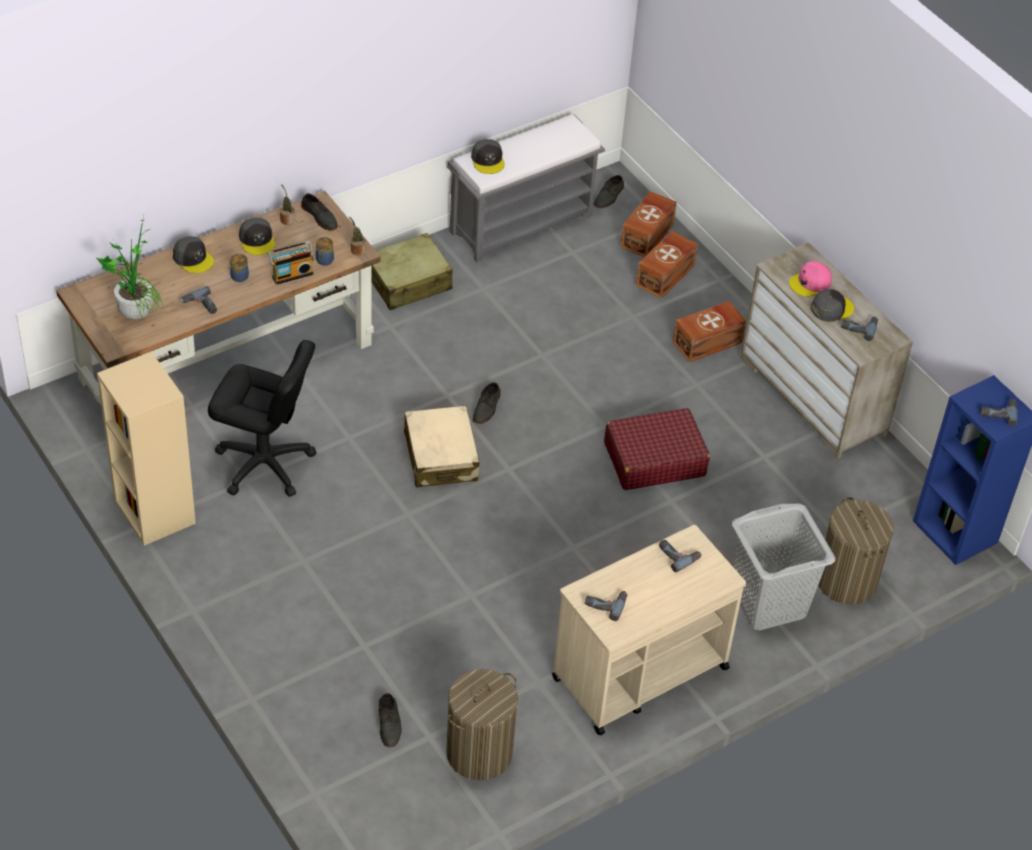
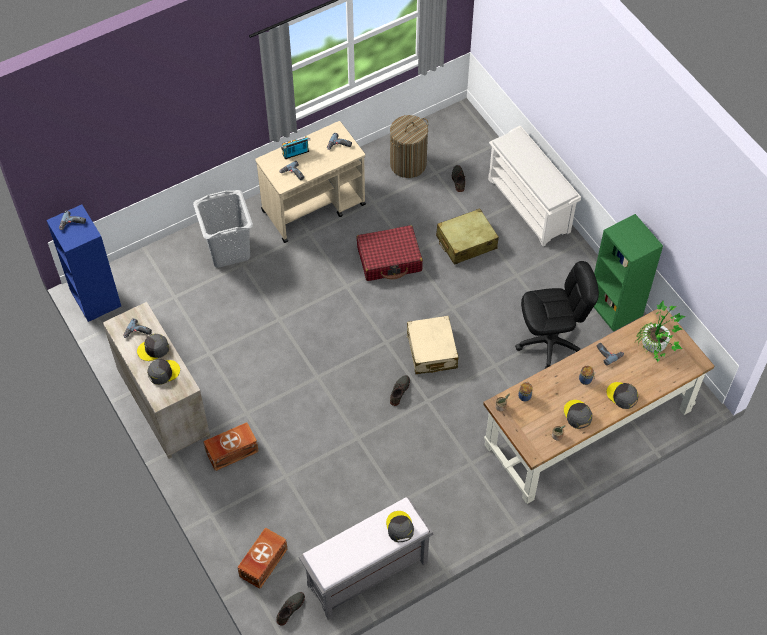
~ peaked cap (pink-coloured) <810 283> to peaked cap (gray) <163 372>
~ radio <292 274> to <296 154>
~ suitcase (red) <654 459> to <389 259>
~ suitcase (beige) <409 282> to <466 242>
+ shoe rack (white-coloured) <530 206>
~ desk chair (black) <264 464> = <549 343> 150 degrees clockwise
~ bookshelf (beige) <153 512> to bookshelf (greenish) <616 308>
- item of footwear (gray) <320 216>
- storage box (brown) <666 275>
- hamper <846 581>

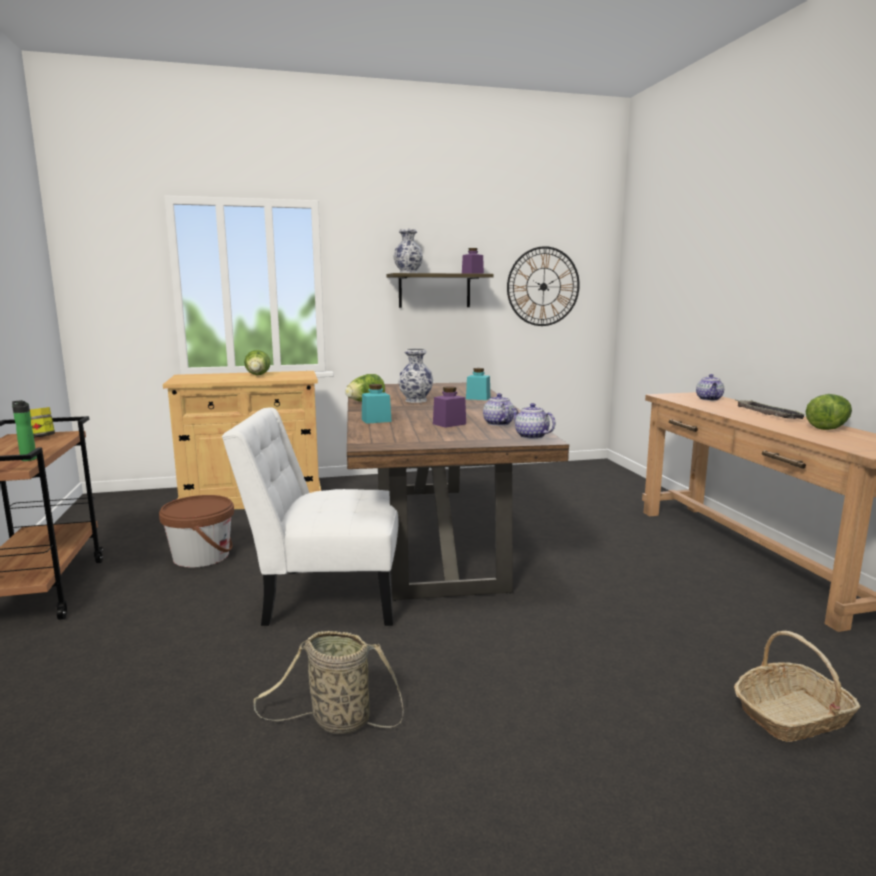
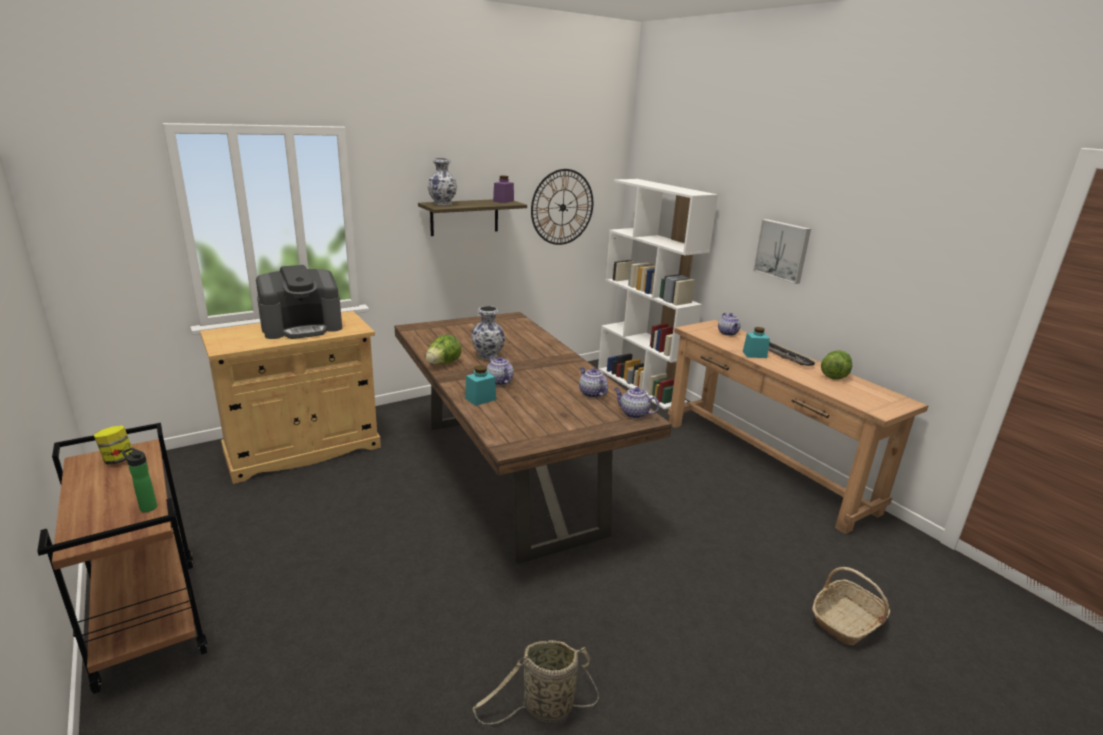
~ head of lettuce <258 375> to coffee brewer <302 327>
+ tea pot <499 381>
+ bookshelf (white-coloured) <641 385>
~ preserve jar (turquoise-coloured) <478 398> to <754 354>
+ wall picture <782 250>
- pail (brown) <201 556>
- upright chair (white-coloured) <326 596>
- preserve jar (purplish) <449 424>

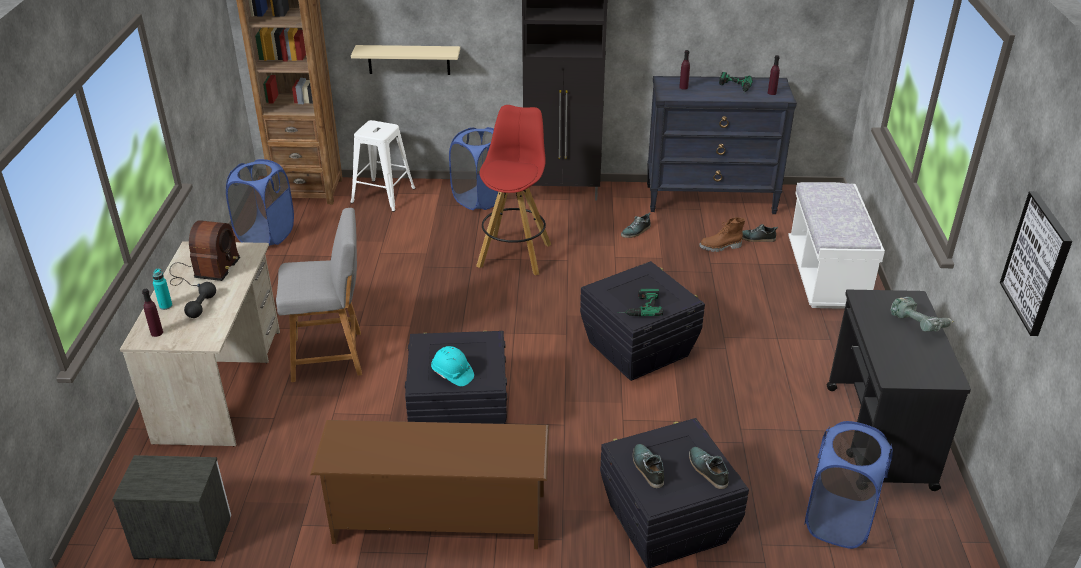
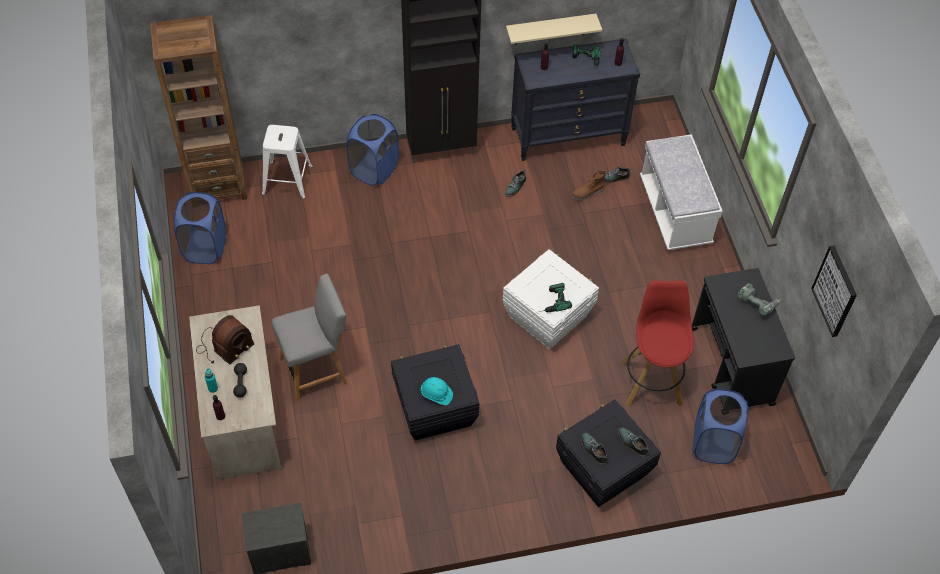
~ radio <204 271> = <224 347> 45 degrees clockwise
~ storage box (black) <638 348> to storage box (white-coloured) <547 315>
~ shelf (beige) <408 59> to <550 29>
~ sitting stool (red) <514 255> to <651 381>
- shoe rack (brown) <438 519>

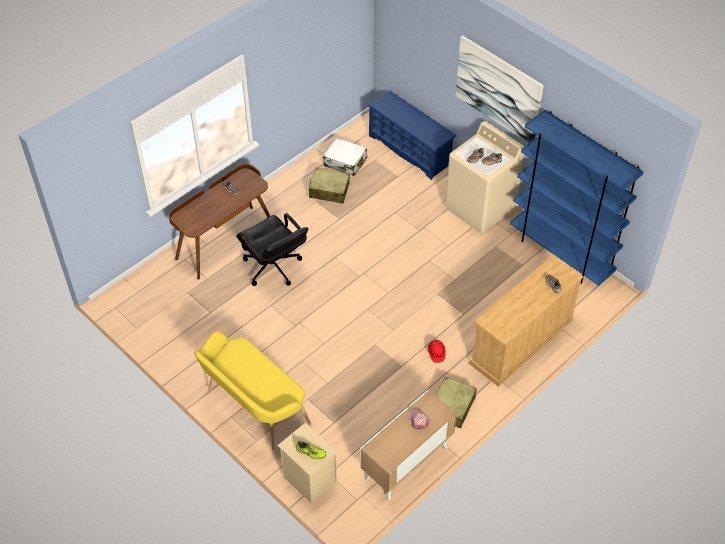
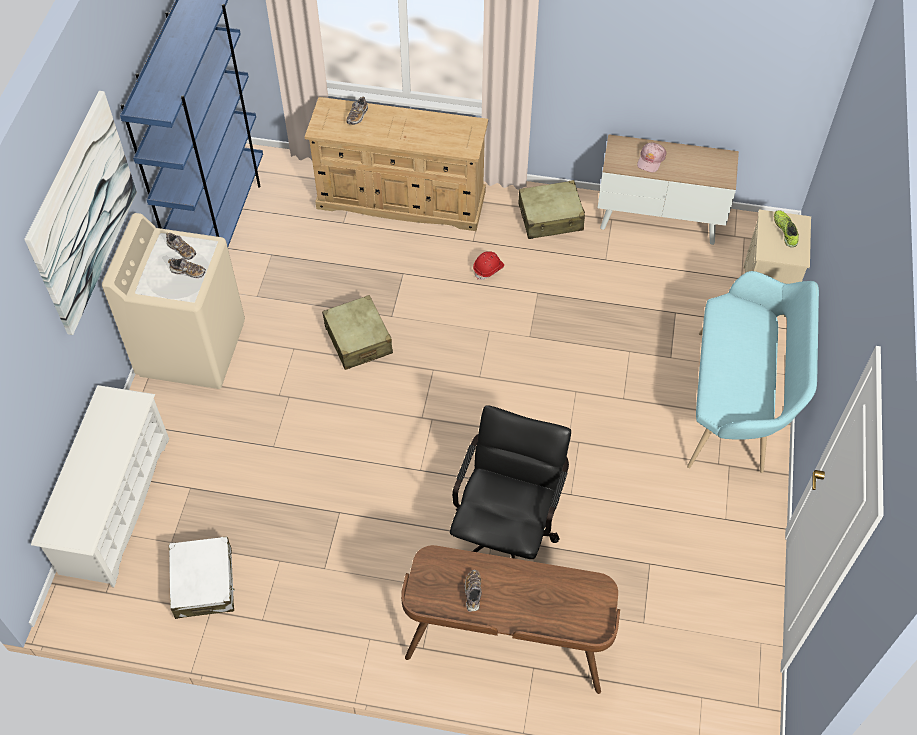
~ shoe rack (blue-coloured) <410 150> to shoe rack (white-coloured) <115 505>
~ suitcase (beige) <329 190> to <358 340>
~ bench (yellow) <253 408> to bench (turquoise-coloured) <737 404>

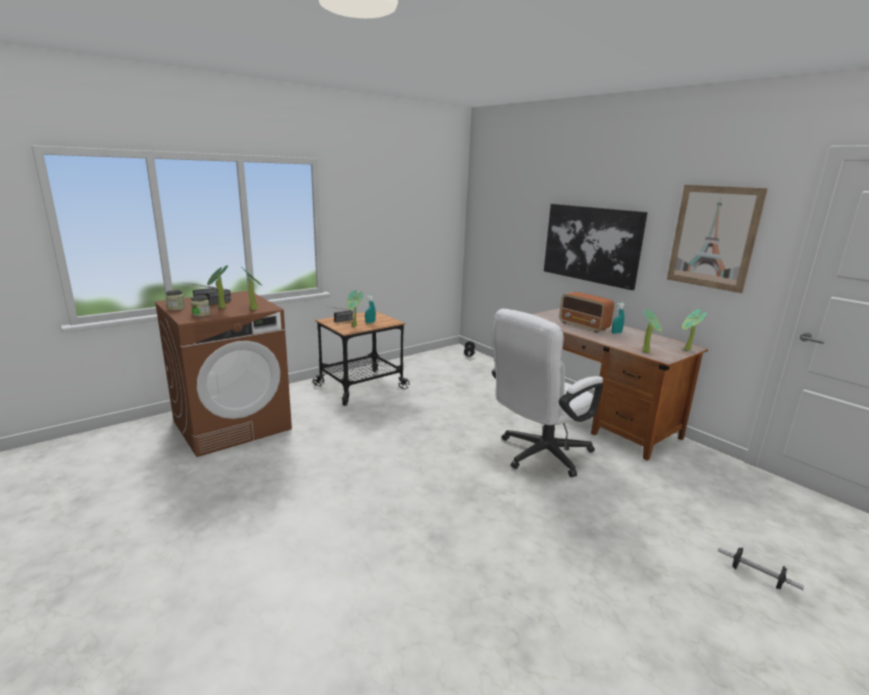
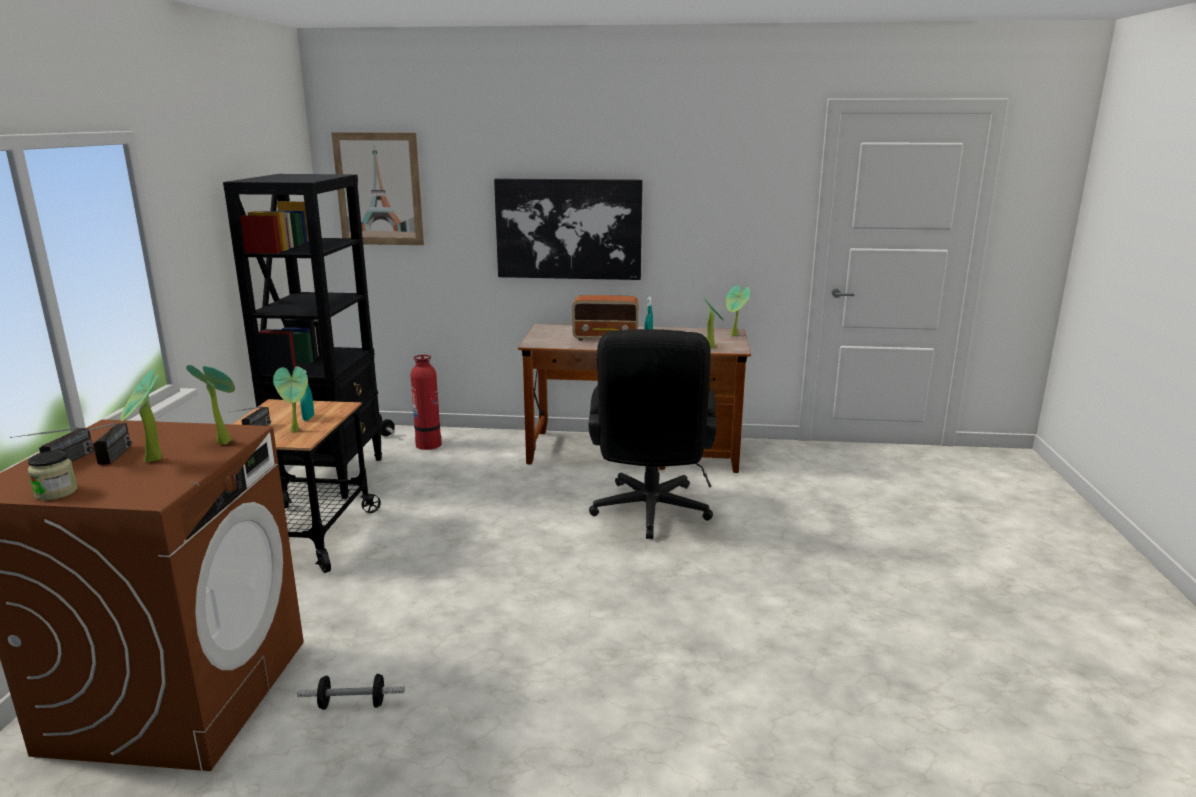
+ bookshelf (black) <330 476>
~ dumbbell <756 576> to <352 704>
~ wall picture <713 237> to <379 189>
+ extinguisher <429 444>
~ desk chair (white-coloured) <538 455> to desk chair (black) <650 514>
- preserve jar <201 314>

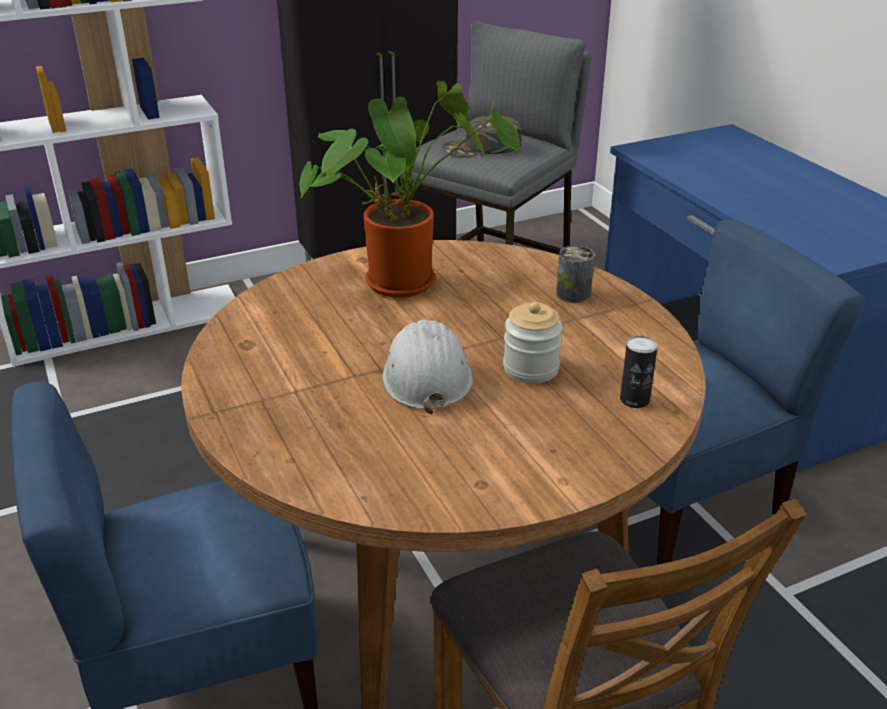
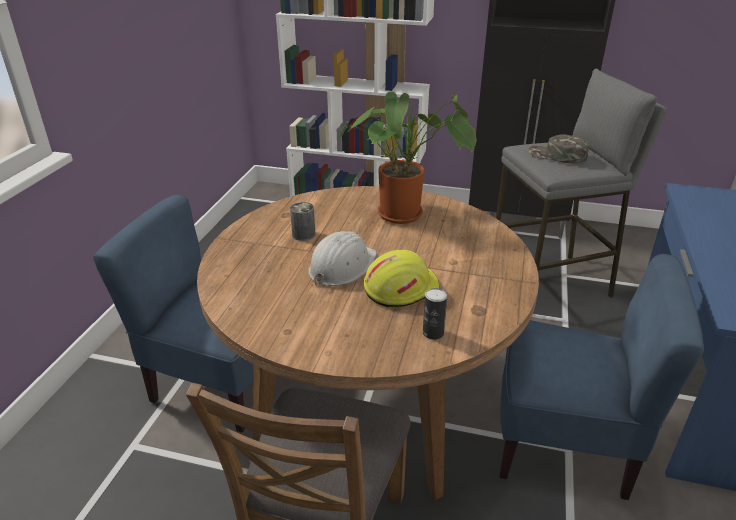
~ sealed can <573 294> to <303 234>
~ preserve jar <530 369> to work helmet (yellow) <400 288>

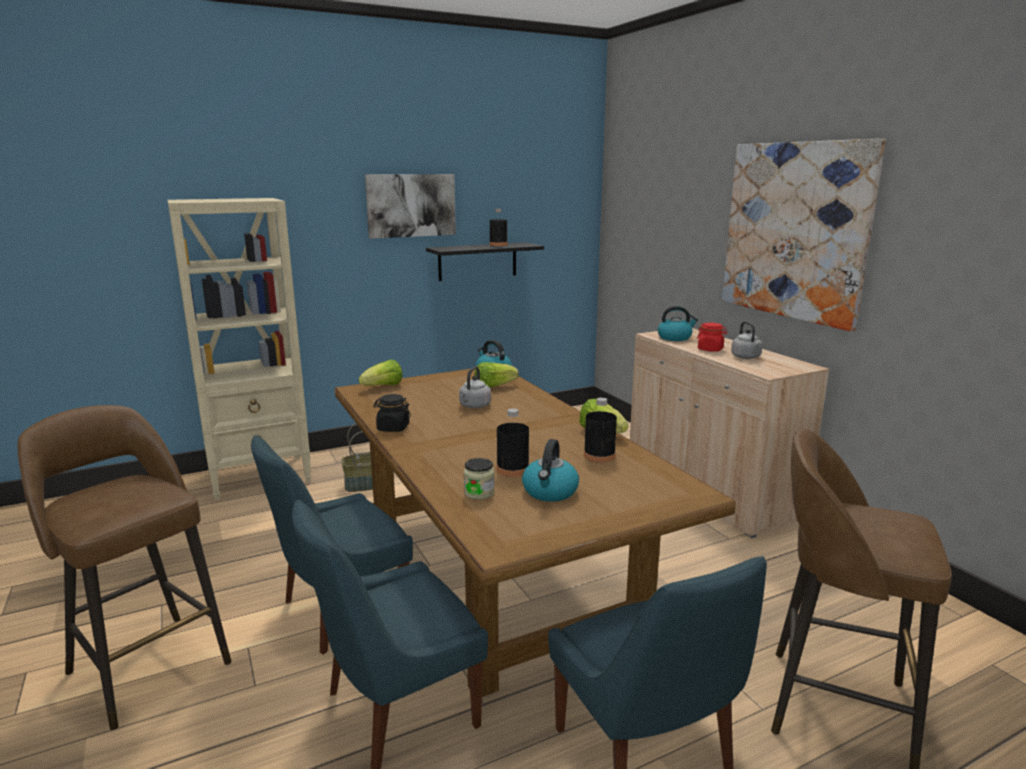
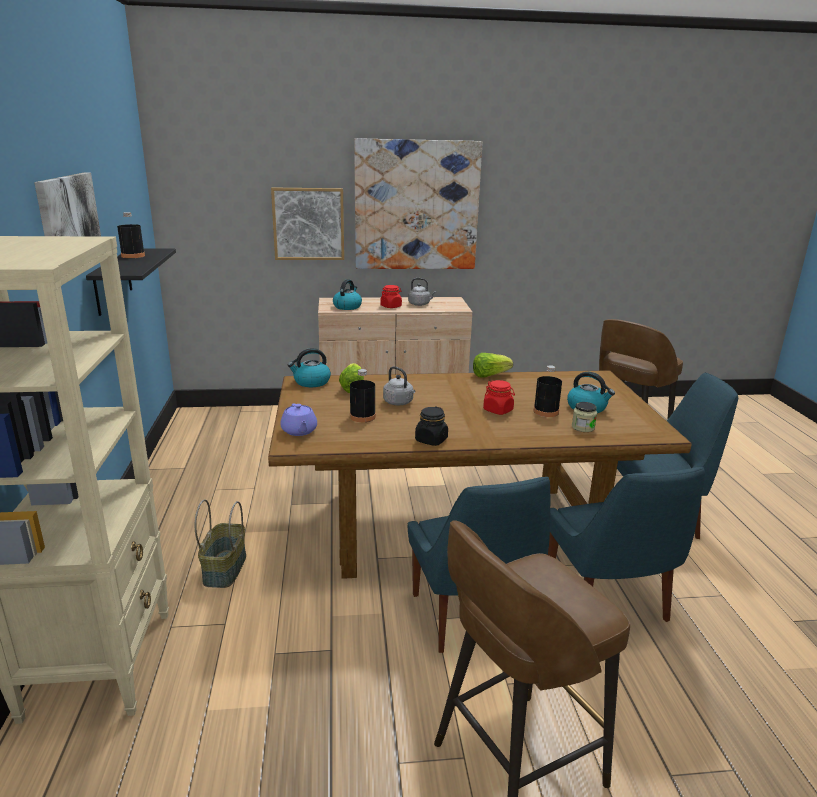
+ wall picture <308 224>
~ head of lettuce <383 387> to tea pot (purplish) <299 431>
~ drink bottle (black) <599 456> to <362 416>
+ preserve jar (red) <498 410>

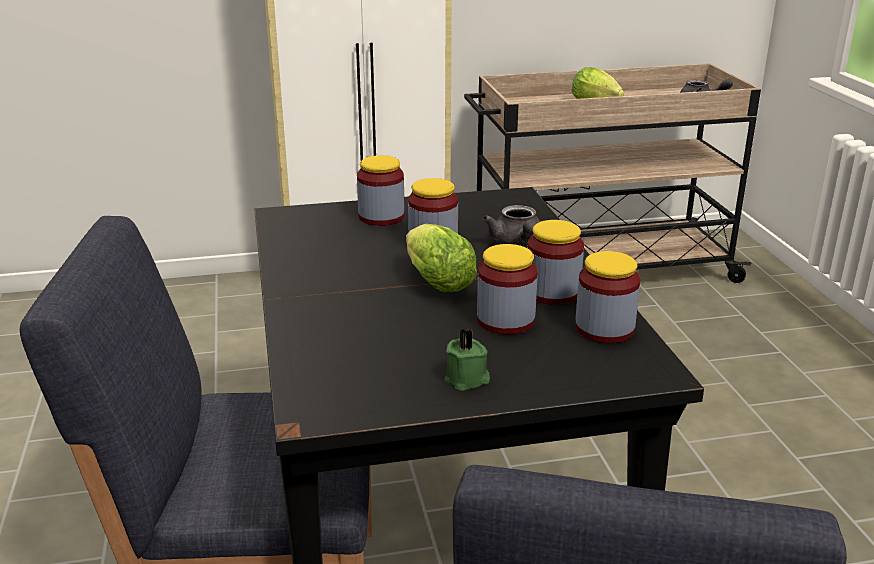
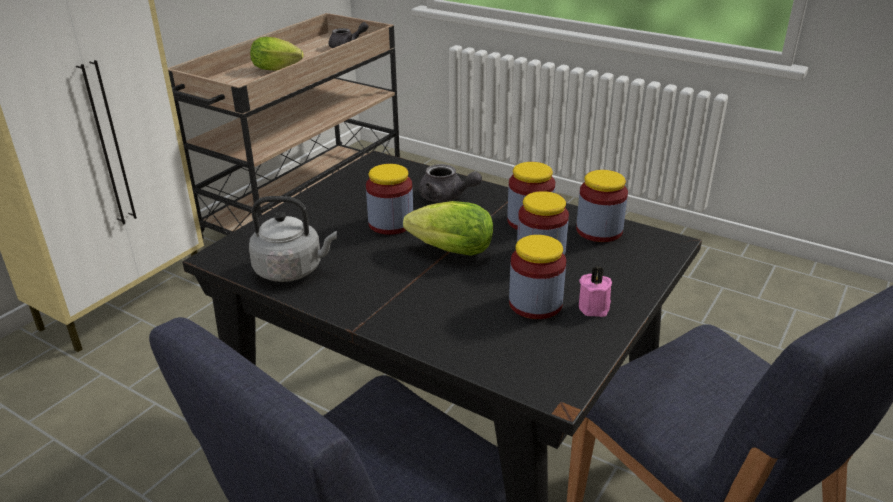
+ water kettle (gray) <292 270>
~ preserve jar <381 217> to <535 304>
~ wax light (greenish) <467 380> to wax light (pink-coloured) <595 306>

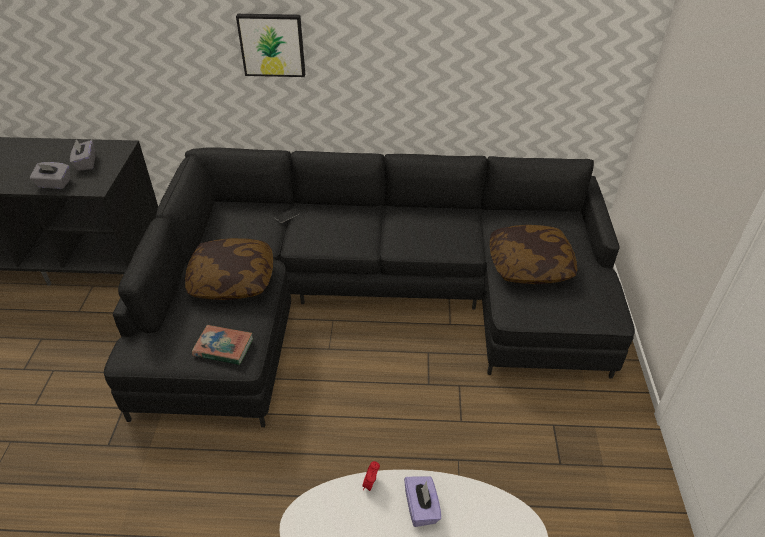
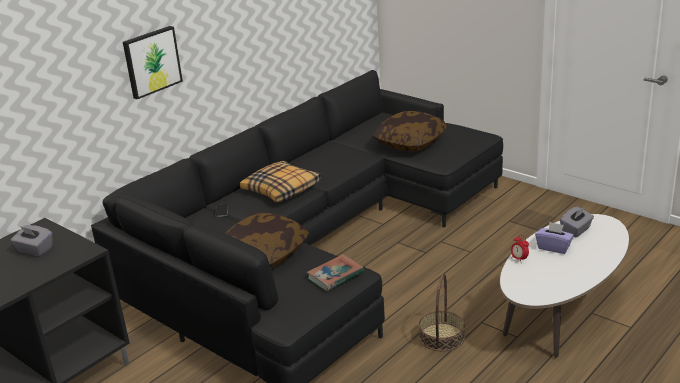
+ throw pillow <281 190>
+ household basket <442 337>
~ tissue box (gray) <54 184> to <576 230>

